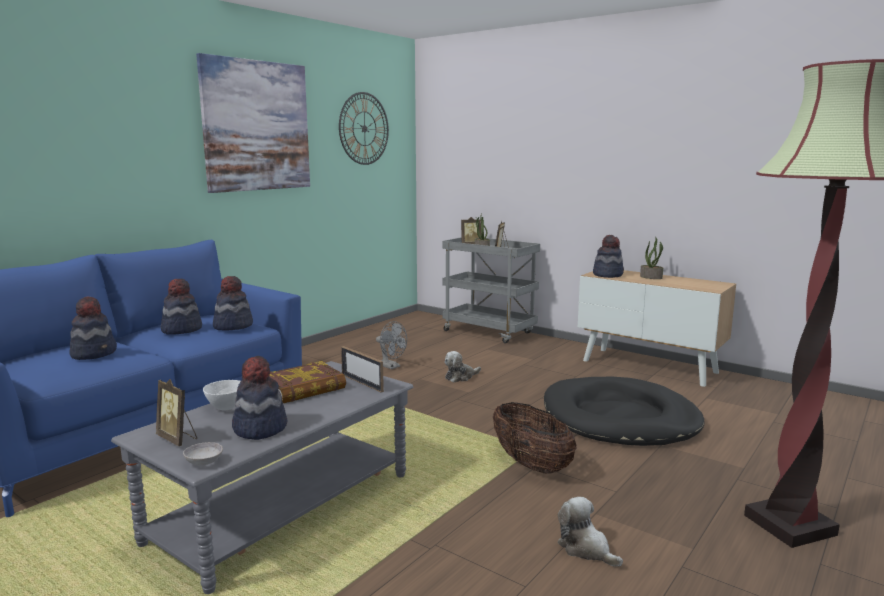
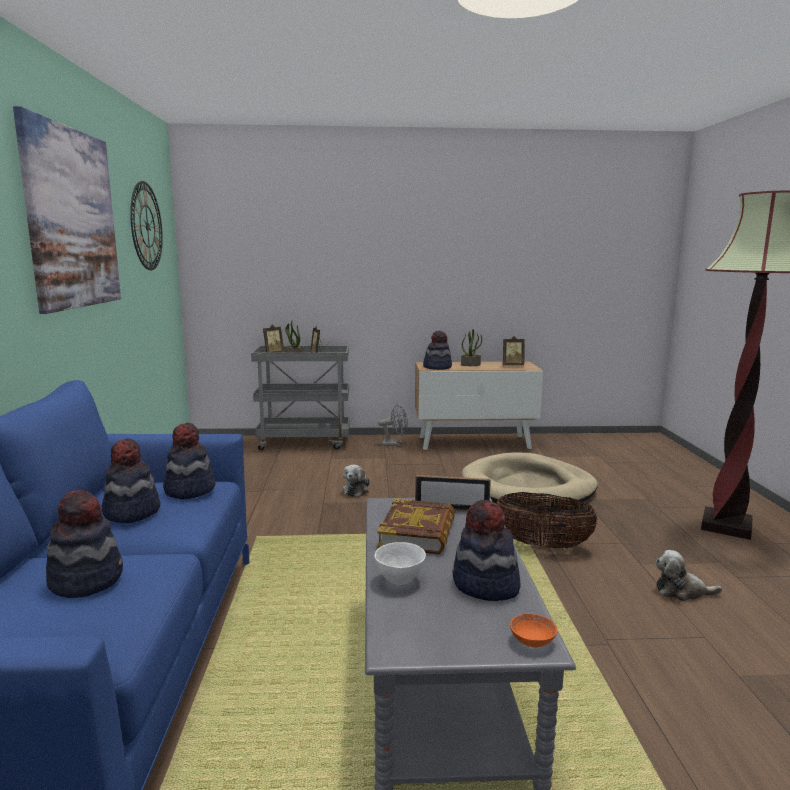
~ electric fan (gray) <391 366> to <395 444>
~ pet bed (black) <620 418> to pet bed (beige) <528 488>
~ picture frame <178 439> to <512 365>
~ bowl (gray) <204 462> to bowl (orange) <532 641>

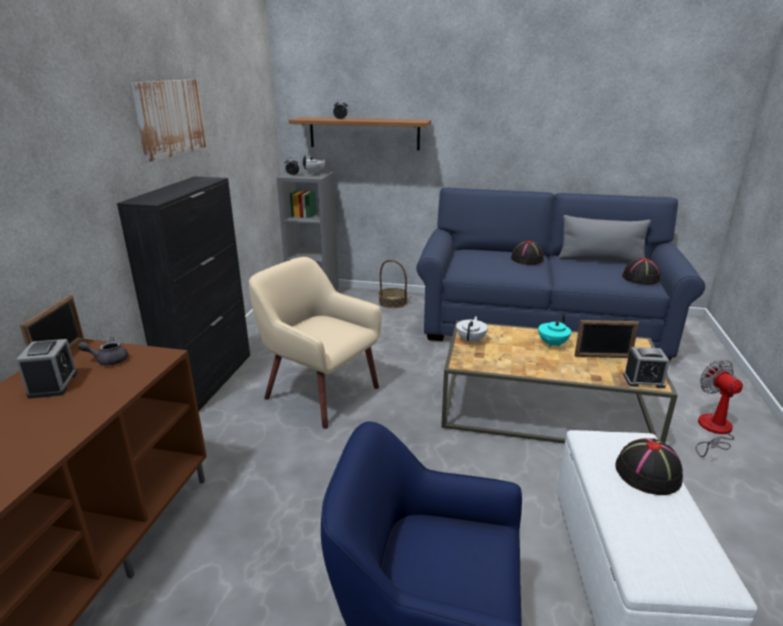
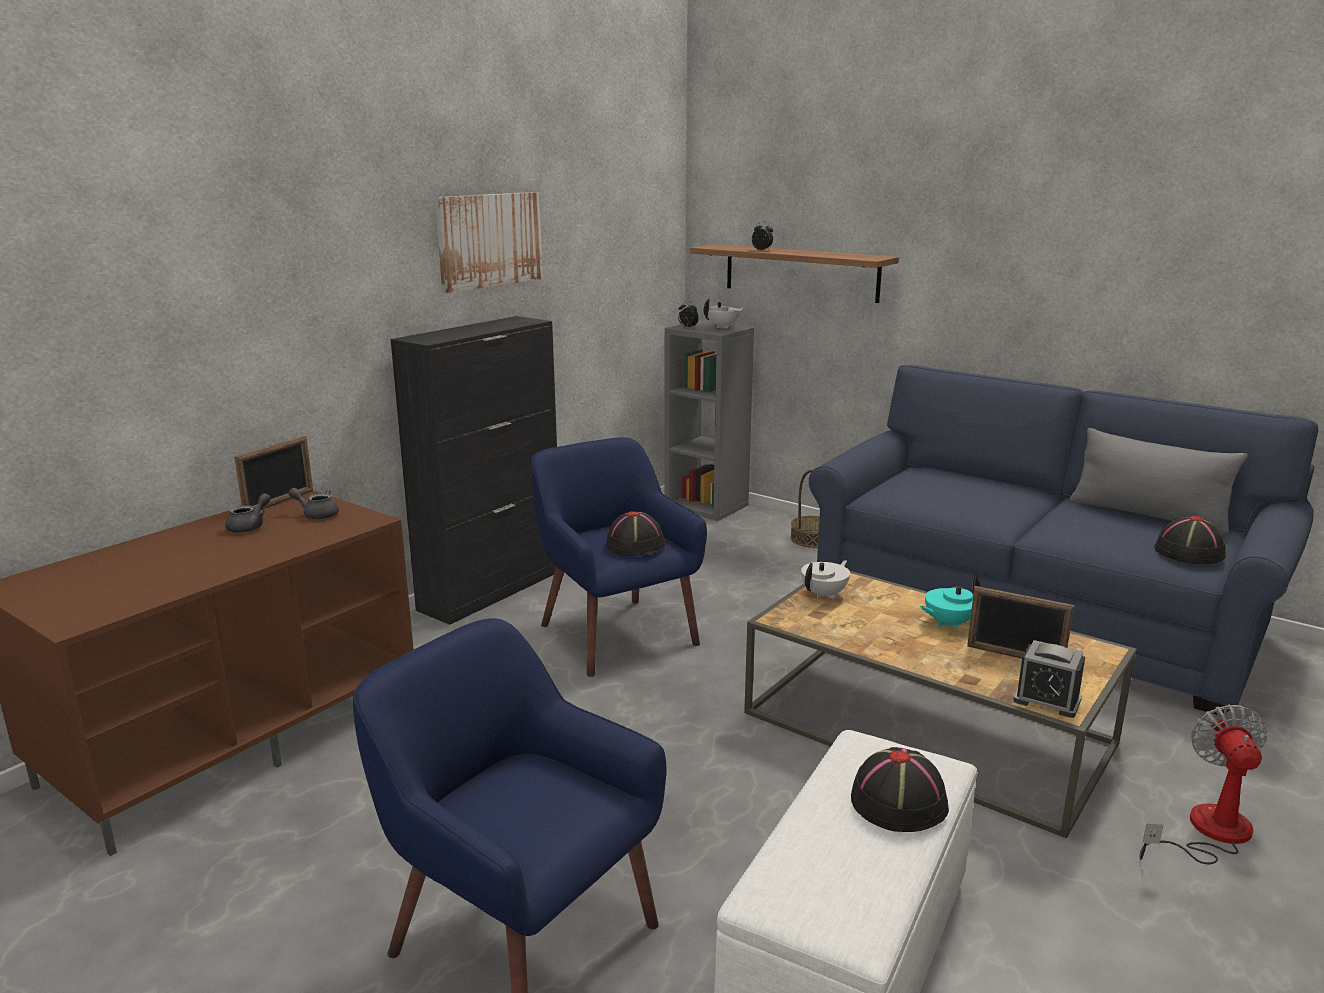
~ table clock <53 384> to tea pot (gray) <250 527>
~ easy chair (beige) <320 393> to easy chair (blue-coloured) <615 634>
~ wearable hat (black) <527 259> to <635 545>

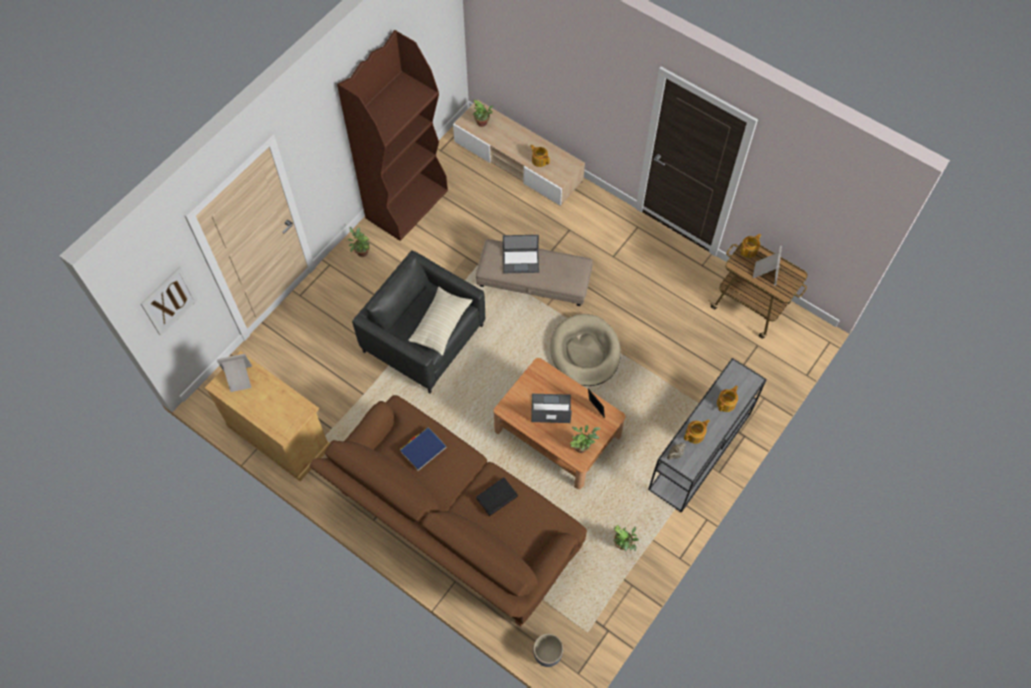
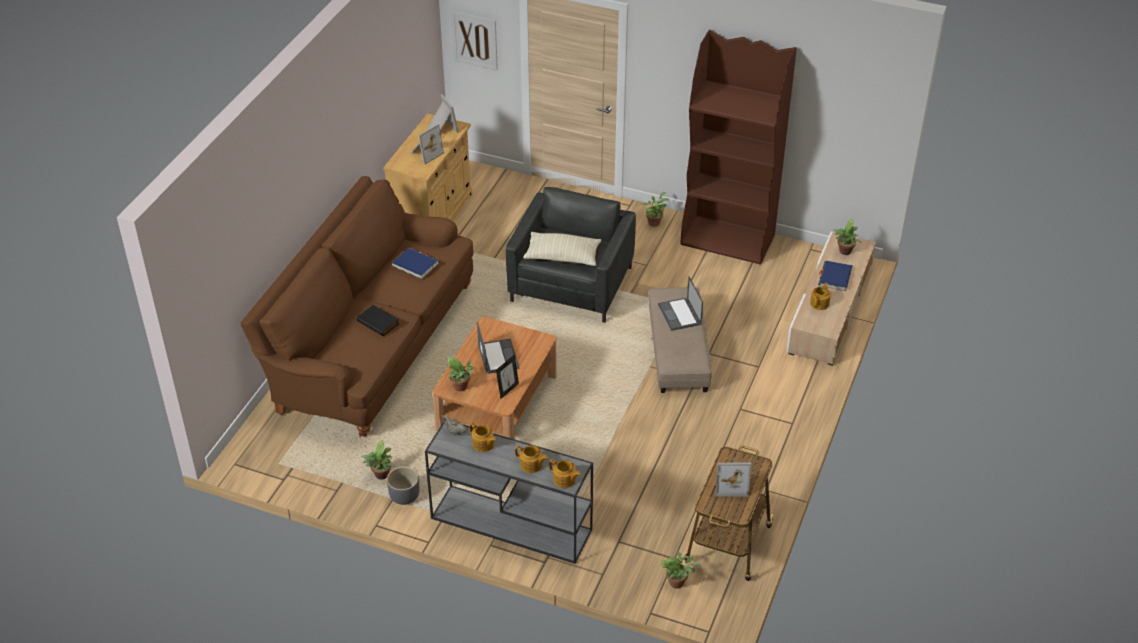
~ flower pot (gray) <547 654> to <404 496>
+ picture frame <425 153>
~ tea pot <749 250> to <564 480>
+ plant in a pot <678 582>
+ book (blue-coloured) <835 277>
- pet bed (beige) <585 352>

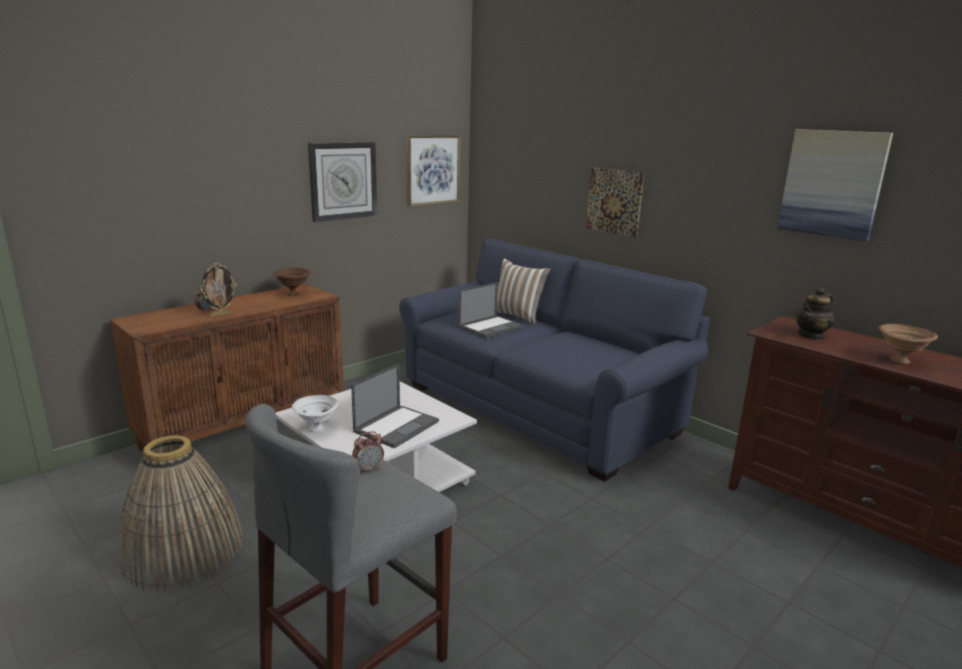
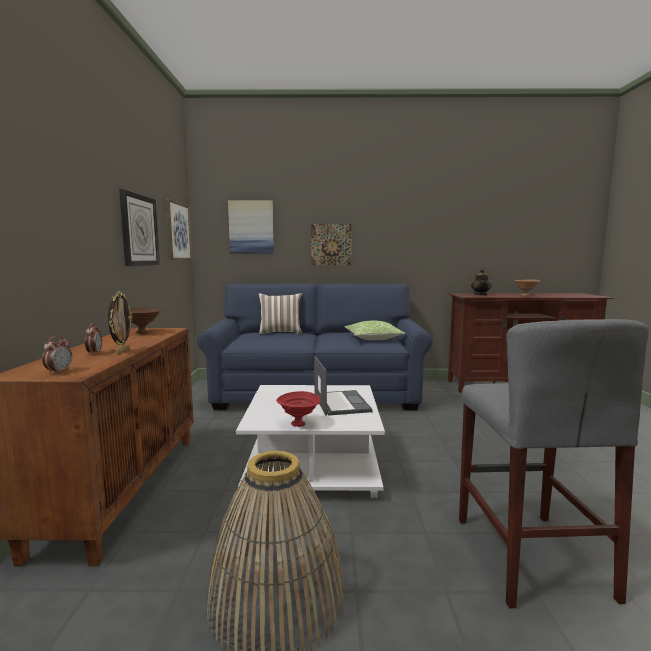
~ table clock <369 469> to <59 372>
~ wall picture <832 183> to <251 227>
~ bowl (white-coloured) <317 430> to bowl (red) <299 424>
+ throw pillow <373 338>
- notebook computer <491 327>

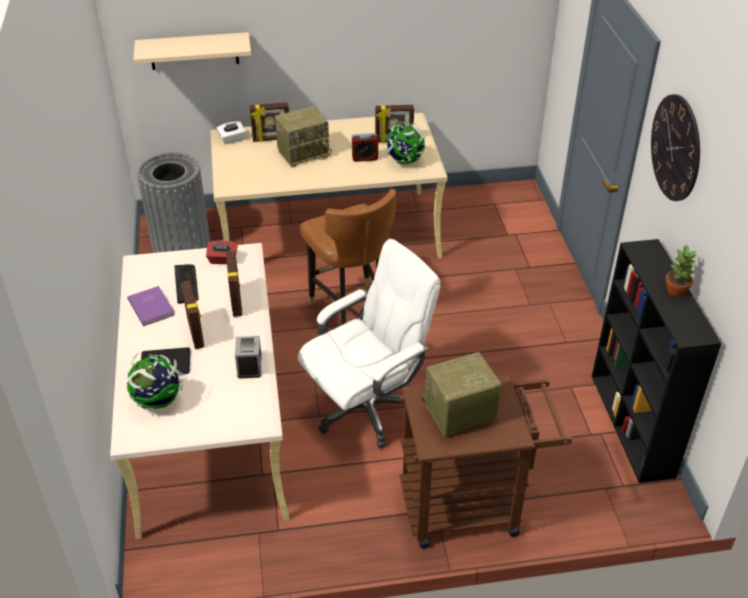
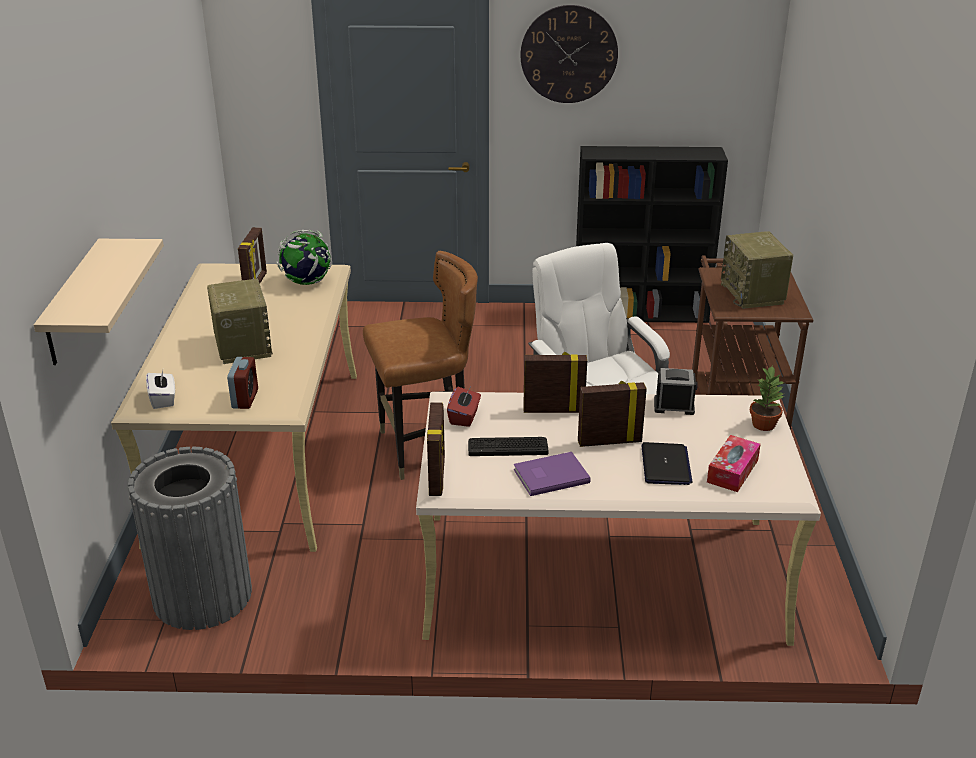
~ table clock <365 158> to <245 399>
~ picture frame <271 139> to <437 476>
~ globe <158 401> to tissue box <732 471>
~ plant in a pot <676 290> to <763 424>

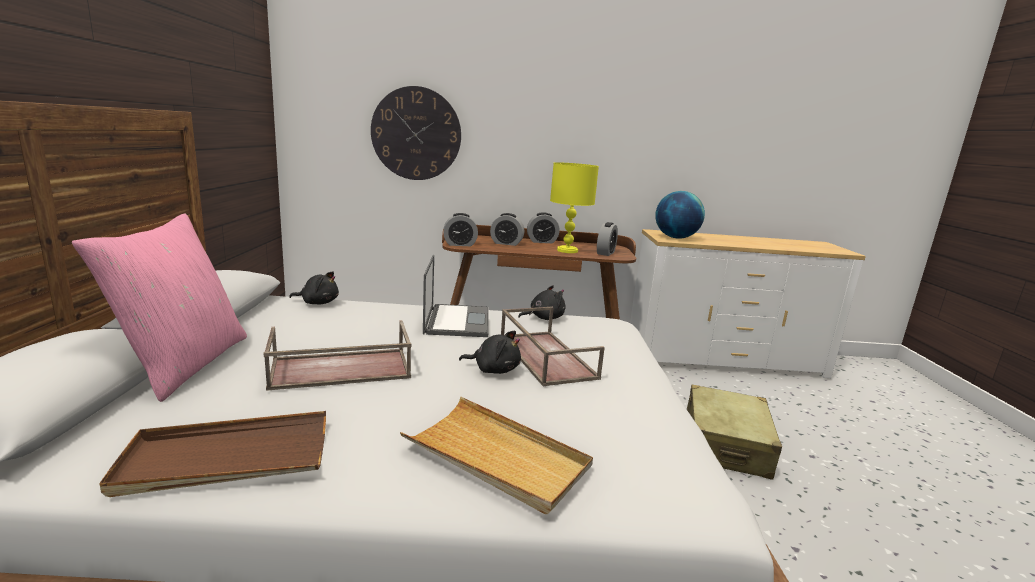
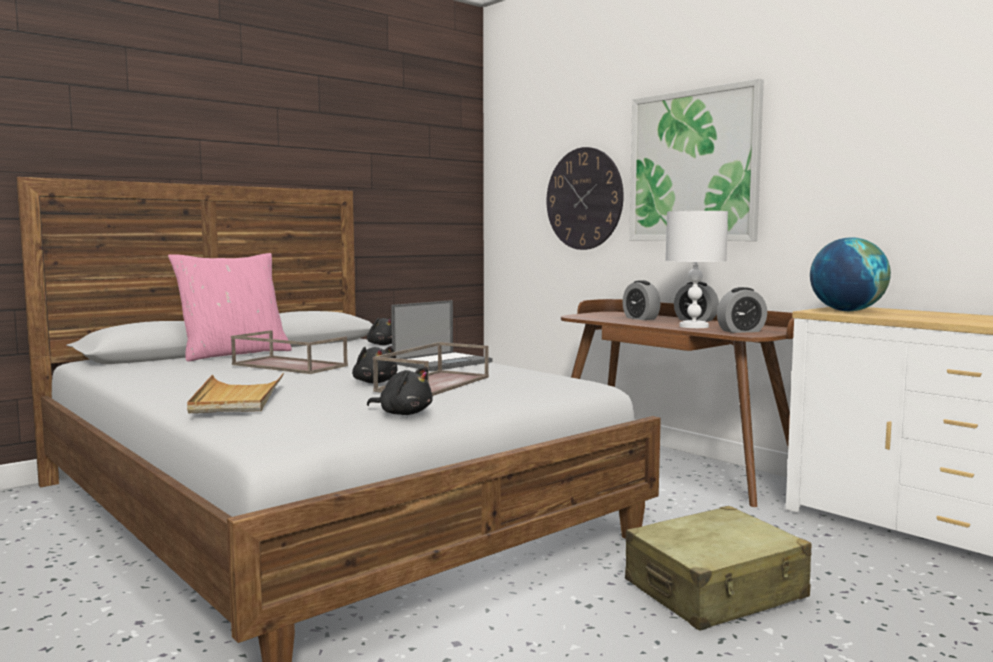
~ cuddly toy (black) <544 318> to <403 413>
+ wall picture <693 166>
~ tabletop lamp (yellow) <567 251> to tabletop lamp (white-coloured) <693 326>
- carrying tray (brown) <226 458>
- table clock <460 244>

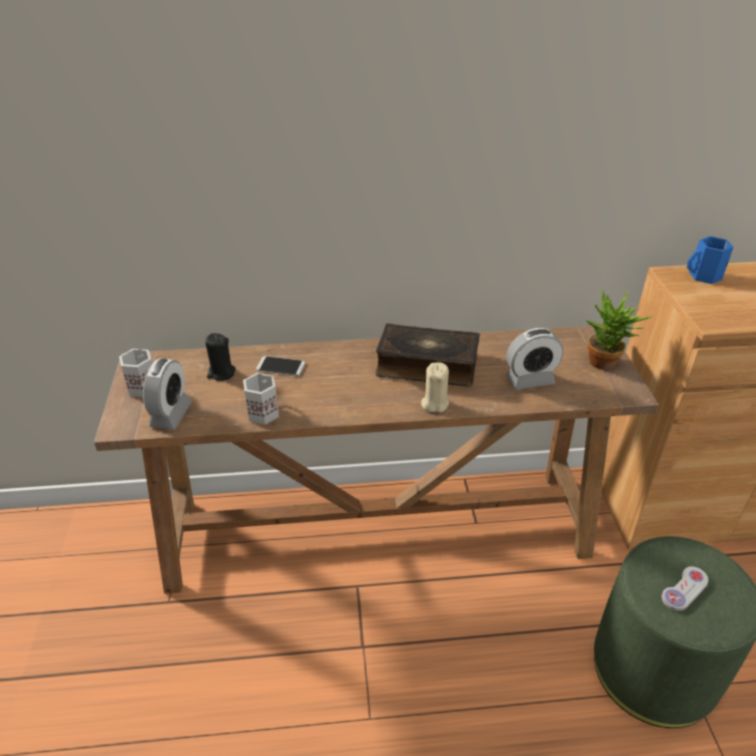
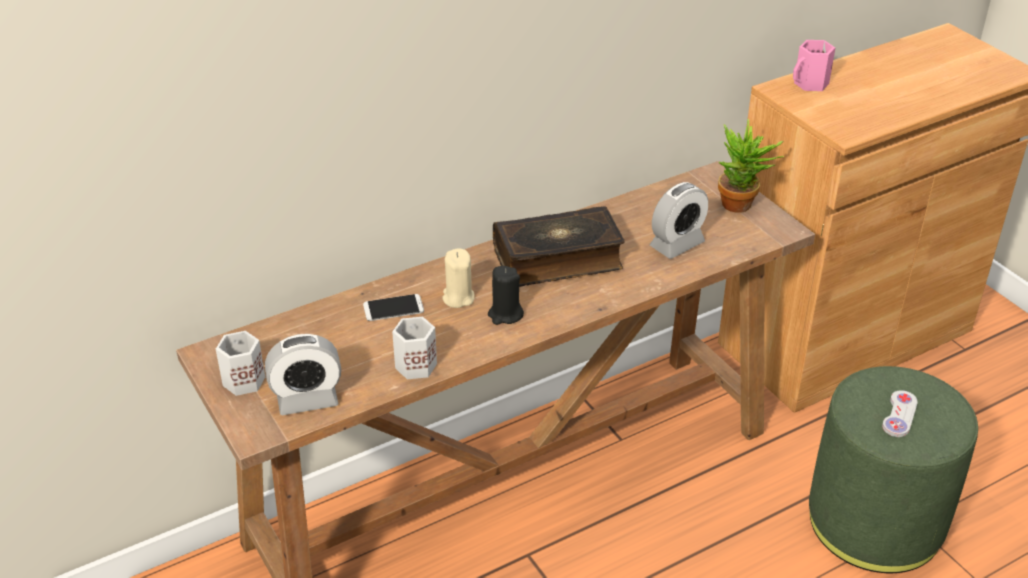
~ table clock <171 414> = <307 400> 90 degrees clockwise
~ wax light (beige) <434 403> to <458 298>
~ wax light (black) <221 373> to <505 314>
~ coffee mug (blue-coloured) <704 276> to coffee mug (pink-coloured) <810 84>

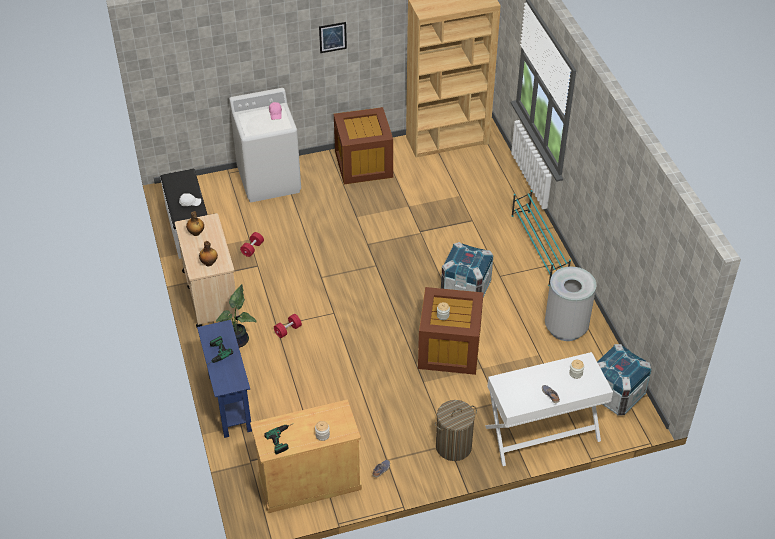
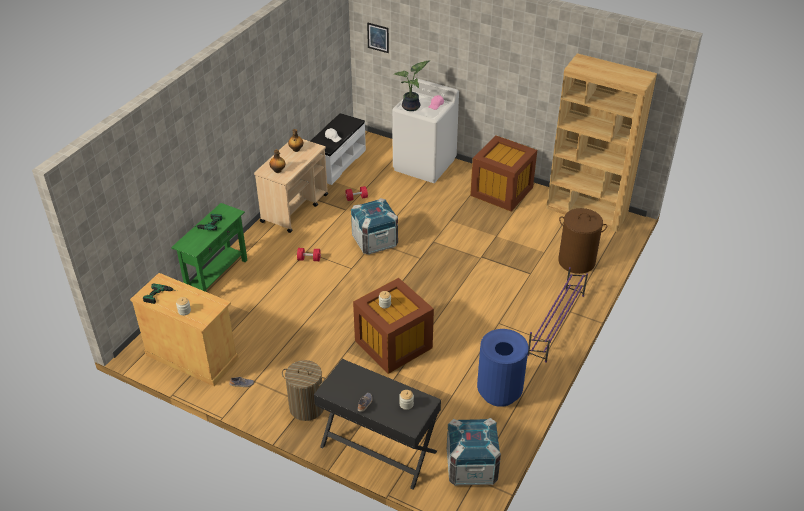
~ hall table (blue-coloured) <230 403> to hall table (greenish) <217 276>
~ desk (white-coloured) <542 434> to desk (black) <378 449>
~ shipping crate <465 289> to <375 241>
~ wall picture <332 37> to <378 37>
~ plant in a pot <239 340> to <412 107>
~ trash can (gray) <566 327> to trash can (blue-coloured) <499 392>
~ shoe rack (turquoise-coloured) <538 248> to shoe rack (purplish) <556 324>
+ hamper (brown) <576 261>

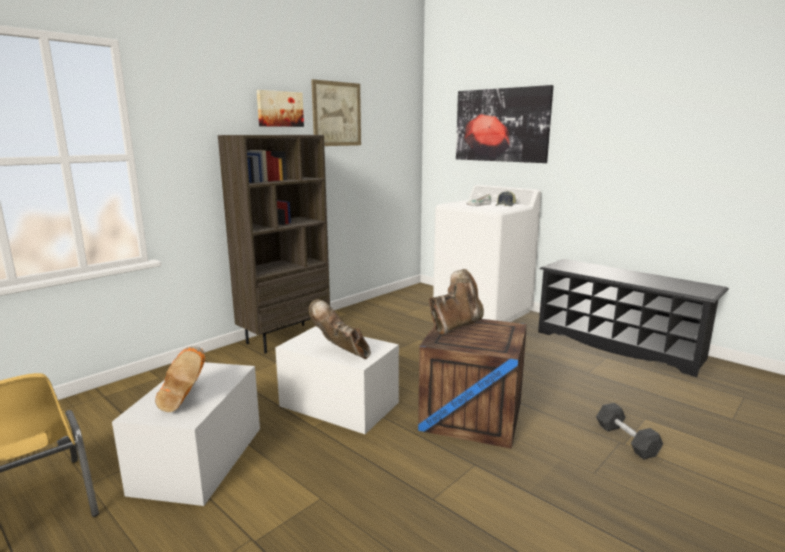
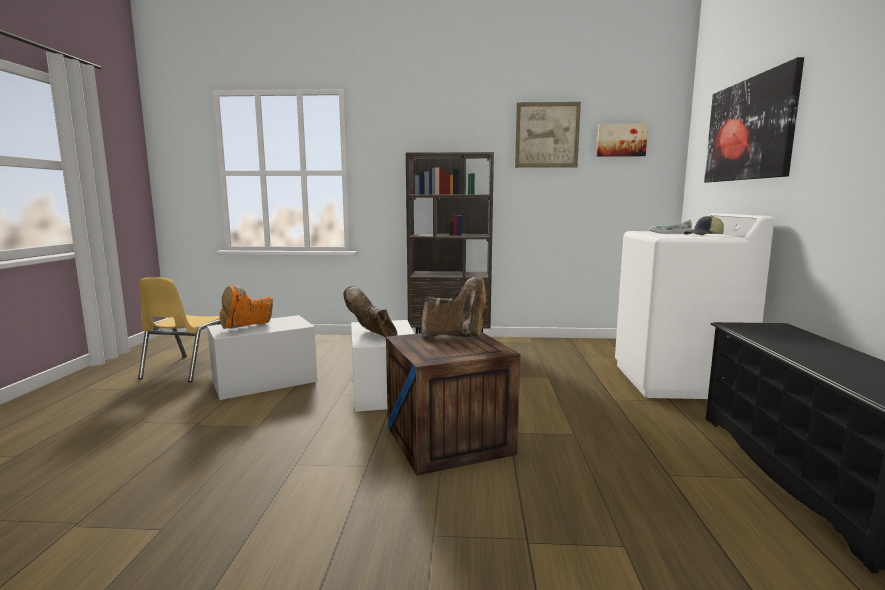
~ high-top boot (brown) <341 352> = <372 335> 45 degrees counterclockwise
~ wall picture <279 109> to <621 140>
- dumbbell (gray) <626 440>

